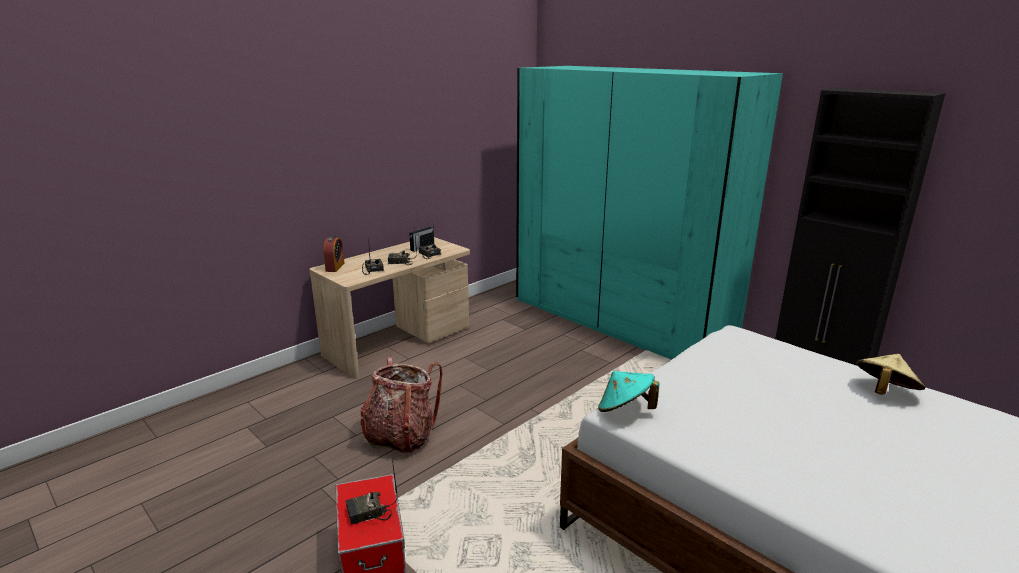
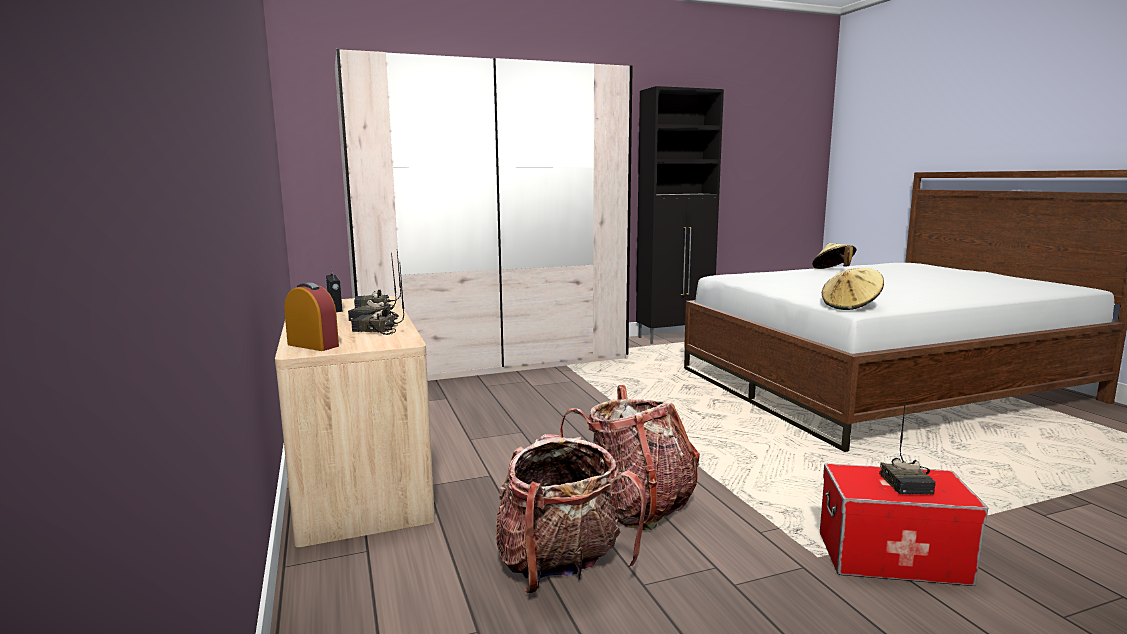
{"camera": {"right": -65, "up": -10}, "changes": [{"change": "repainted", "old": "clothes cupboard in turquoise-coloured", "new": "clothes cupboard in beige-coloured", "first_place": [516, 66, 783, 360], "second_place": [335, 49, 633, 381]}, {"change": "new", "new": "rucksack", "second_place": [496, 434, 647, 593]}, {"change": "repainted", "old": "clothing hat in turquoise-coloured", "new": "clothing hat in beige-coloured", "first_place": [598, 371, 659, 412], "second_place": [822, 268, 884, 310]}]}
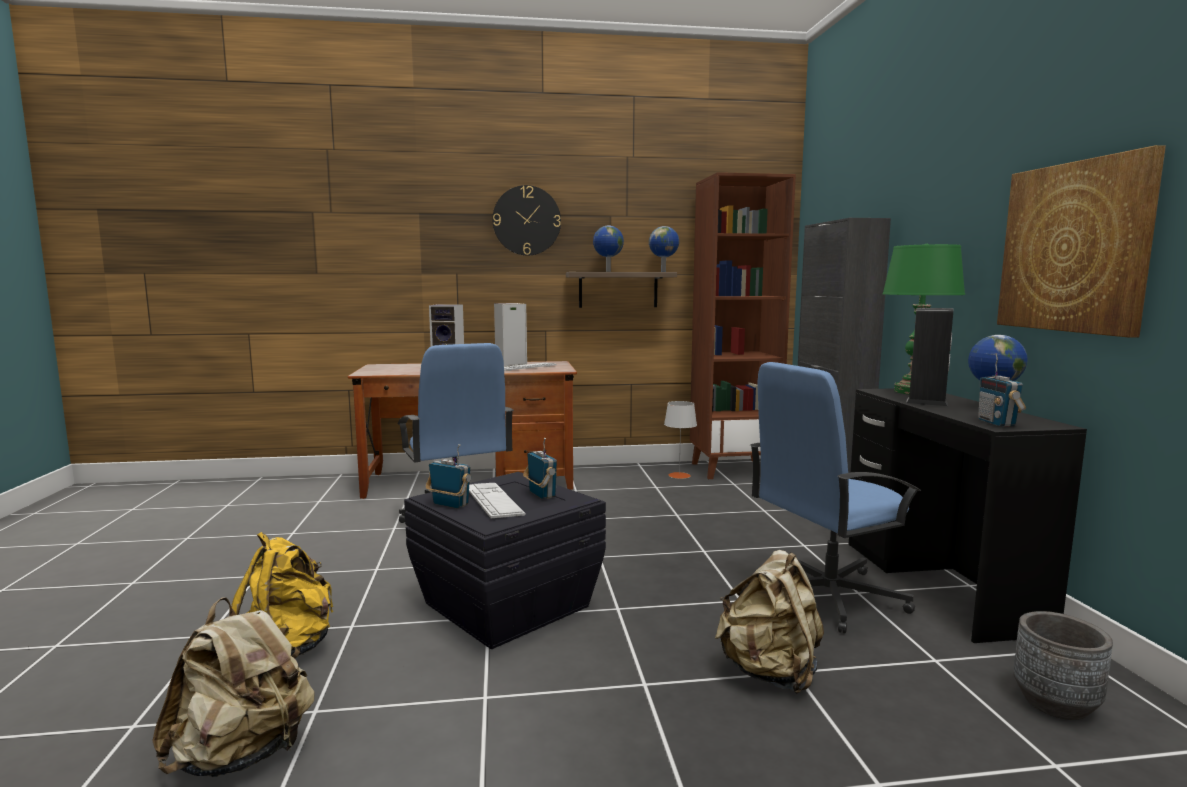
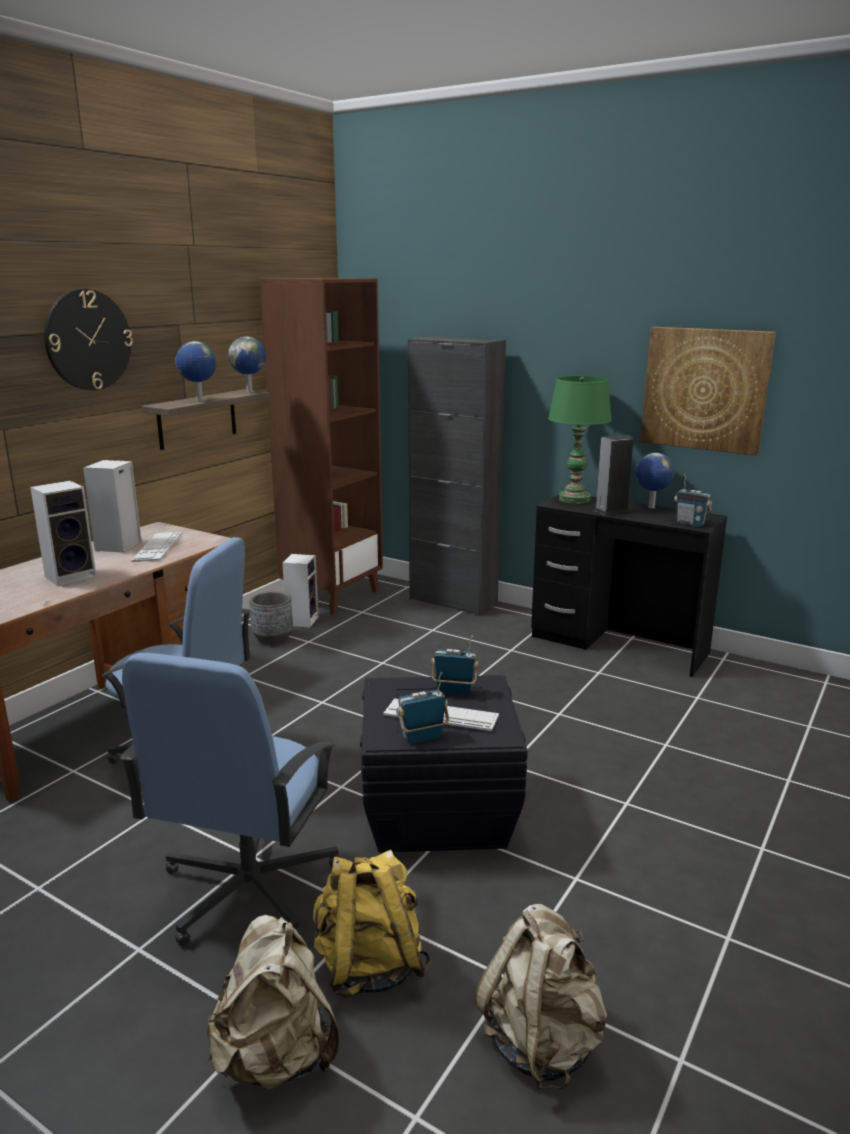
{"camera": {"right": -50, "up": 10}, "changes": [{"change": "shifted", "old": "office chair in bluish", "first_place": [750, 362, 921, 634], "second_place": [120, 653, 340, 946]}, {"change": "shifted", "old": "rucksack in beige-coloured", "first_place": [715, 550, 824, 694], "second_place": [207, 915, 339, 1090]}, {"change": "shifted", "old": "planter in gray", "first_place": [1013, 611, 1113, 720], "second_place": [249, 591, 293, 644]}, {"change": "swapped", "old": "lamp for a table in gray", "new": "audio speaker", "first_place": [664, 401, 697, 479], "second_place": [282, 554, 319, 627]}]}
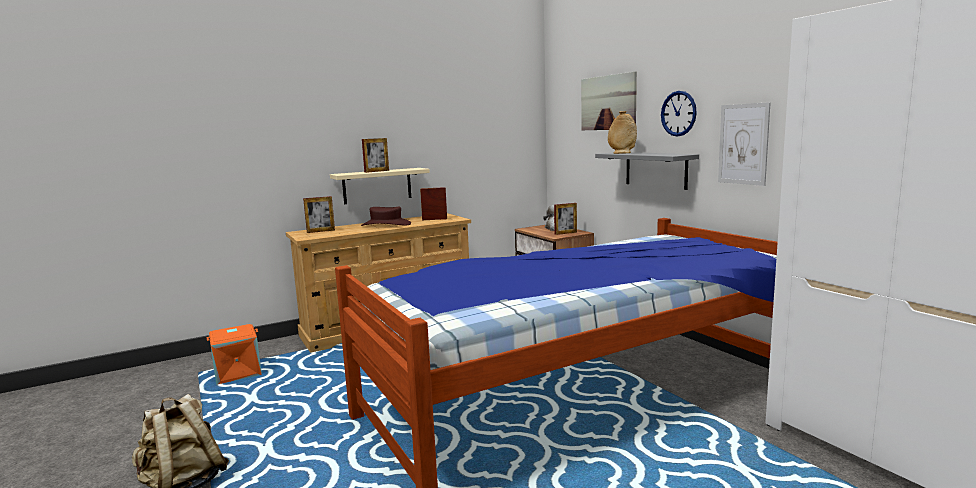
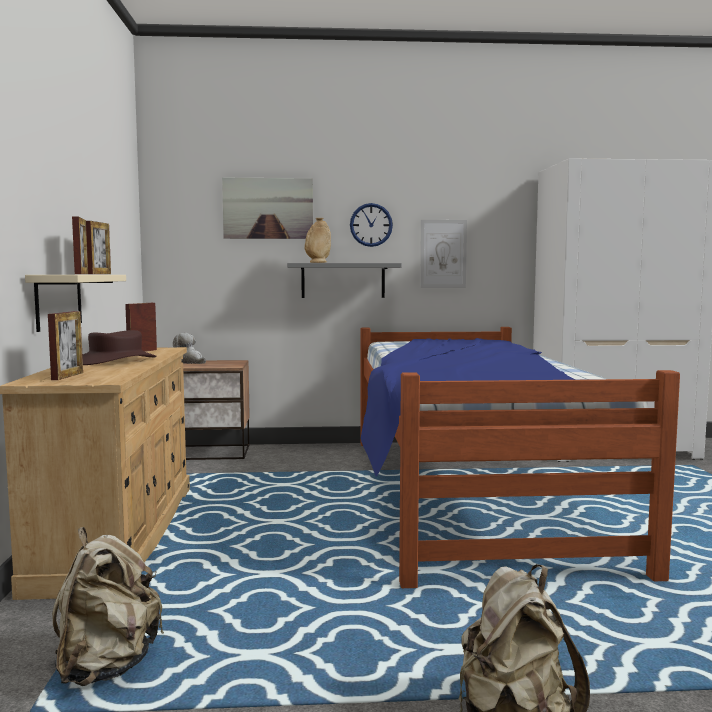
{"camera": {"right": -65, "up": -5}, "changes": [{"change": "swapped", "old": "storage container in orange-coloured", "new": "rucksack in beige-coloured", "first_place": [207, 324, 262, 385], "second_place": [52, 527, 164, 686]}, {"change": "shifted", "old": "picture frame", "first_place": [554, 203, 577, 235], "second_place": [86, 221, 111, 274]}]}
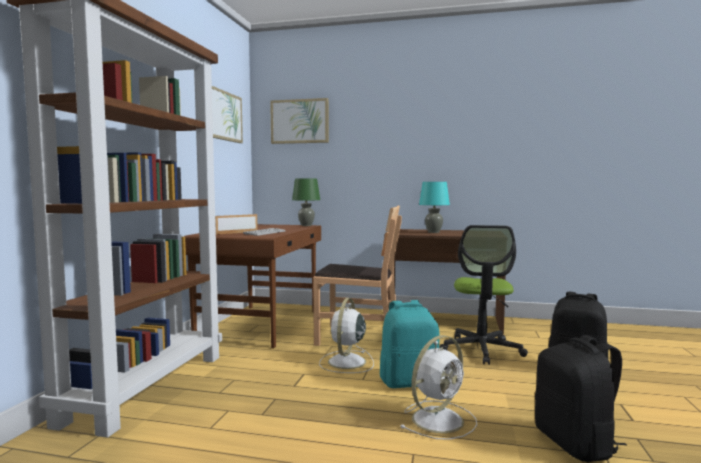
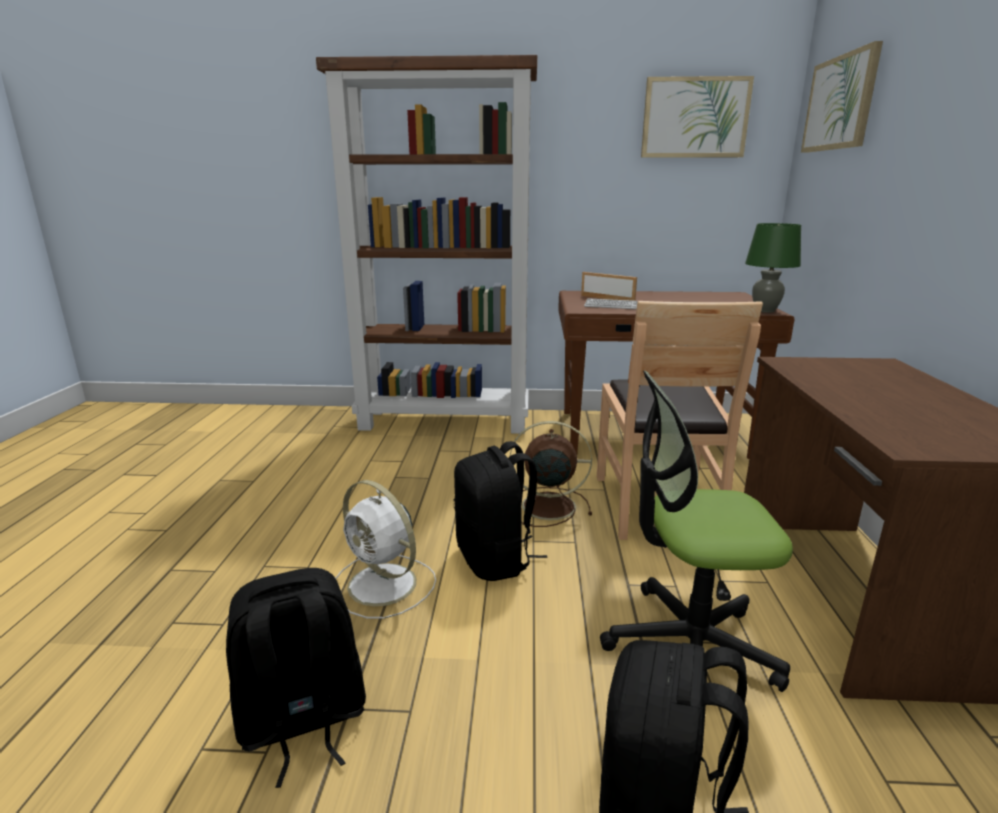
{"camera": {"right": 80, "up": 15}, "changes": [{"change": "repainted", "old": "rucksack in turquoise-coloured", "new": "rucksack in black-coloured", "first_place": [380, 300, 439, 388], "second_place": [453, 441, 547, 581]}, {"change": "repainted", "old": "electric fan in white", "new": "electric fan in brown-coloured", "first_place": [319, 298, 374, 373], "second_place": [510, 421, 592, 527]}, {"change": "gone", "old": "lamp for a table in turquoise-coloured", "first_place": [419, 182, 450, 233]}]}
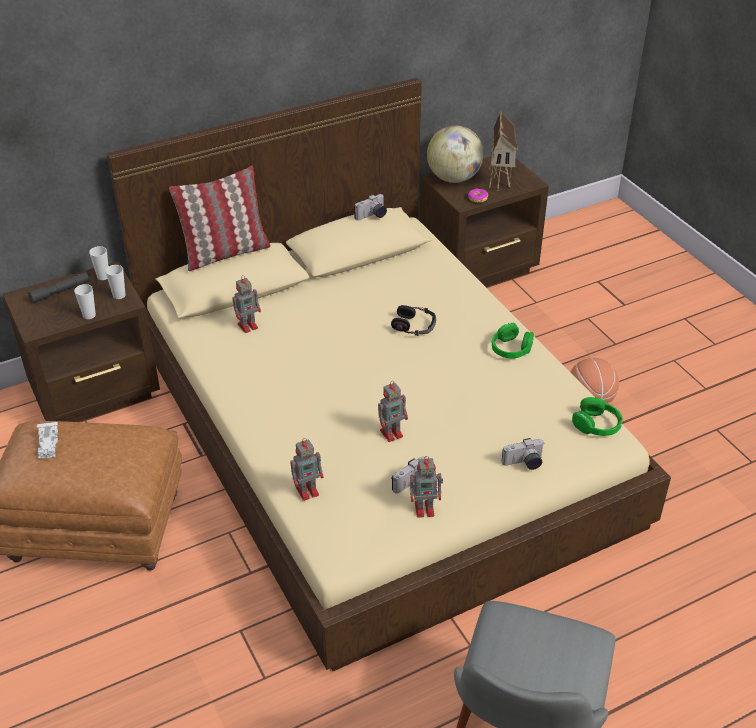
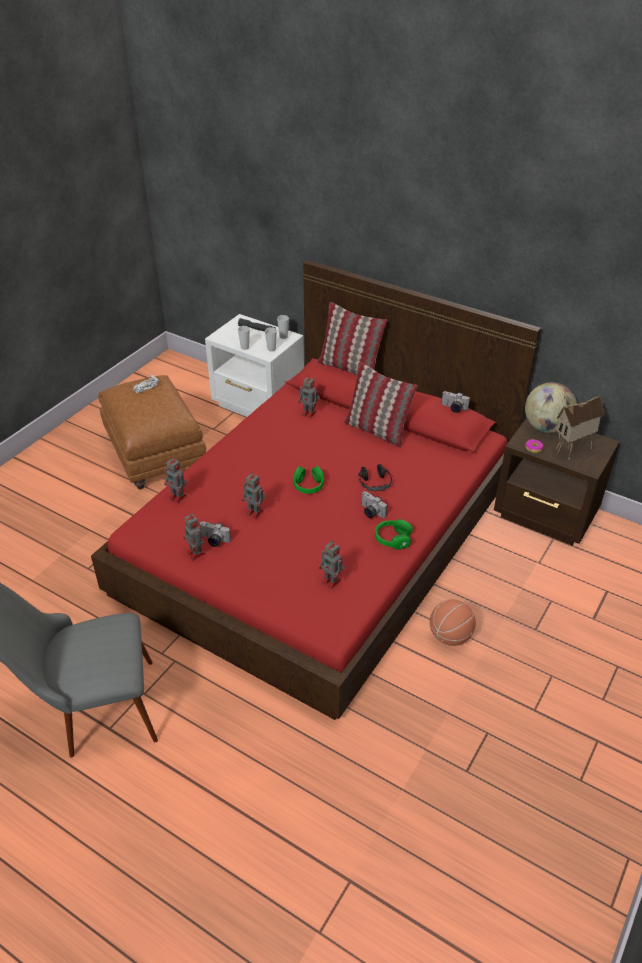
{"camera": {"right": 60, "up": 0}, "changes": [{"change": "repainted", "old": "bed in beige-coloured", "new": "bed in reddish", "first_place": [107, 78, 671, 671], "second_place": [91, 260, 541, 720]}, {"change": "repainted", "old": "nightstand in brown-coloured", "new": "nightstand in white", "first_place": [3, 261, 160, 422], "second_place": [205, 314, 304, 417]}, {"change": "shifted", "old": "pair of headphones in green", "first_place": [572, 397, 623, 436], "second_place": [293, 466, 324, 494]}, {"change": "new", "new": "robot figure", "second_place": [319, 541, 345, 589]}, {"change": "new", "new": "pillow", "second_place": [344, 362, 417, 448]}, {"change": "shifted", "old": "still camera", "first_place": [502, 438, 545, 470], "second_place": [362, 491, 387, 518]}]}
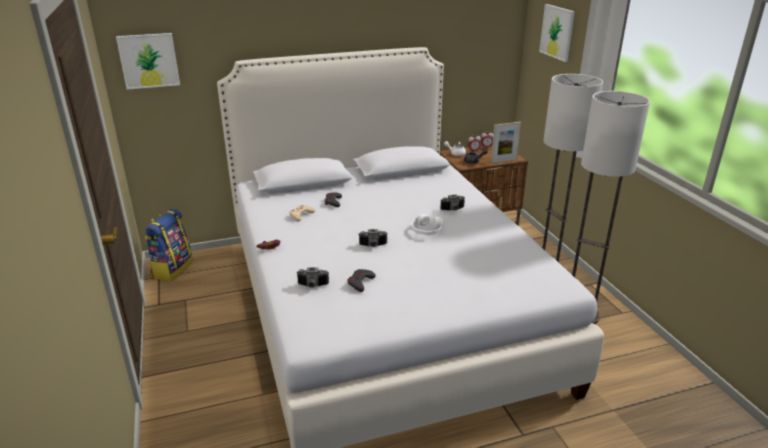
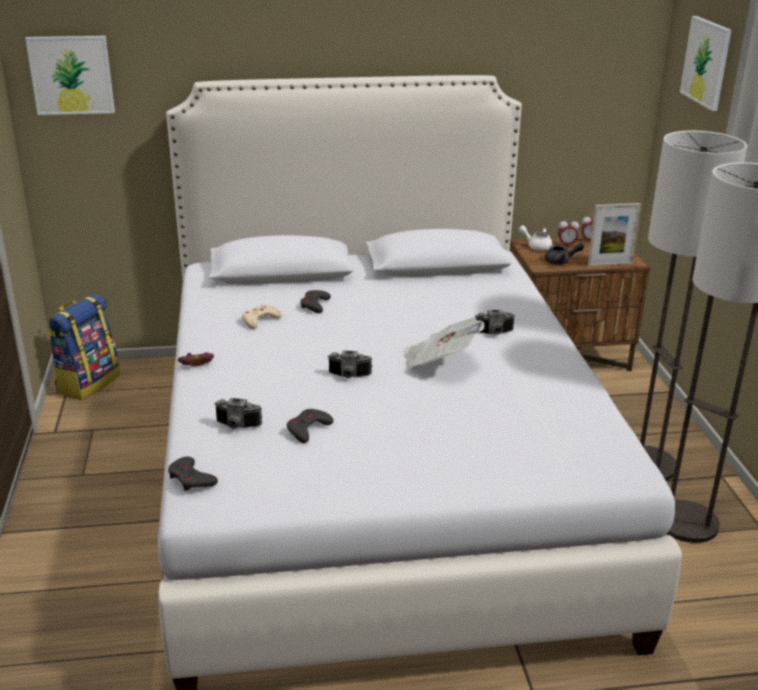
{"camera": {"right": 10, "up": 0}, "changes": [{"change": "new", "new": "gamepad in gray", "second_place": [168, 457, 218, 491]}, {"change": "swapped", "old": "pair of headphones in white", "new": "daily paper", "first_place": [411, 214, 443, 235], "second_place": [403, 317, 484, 368]}]}
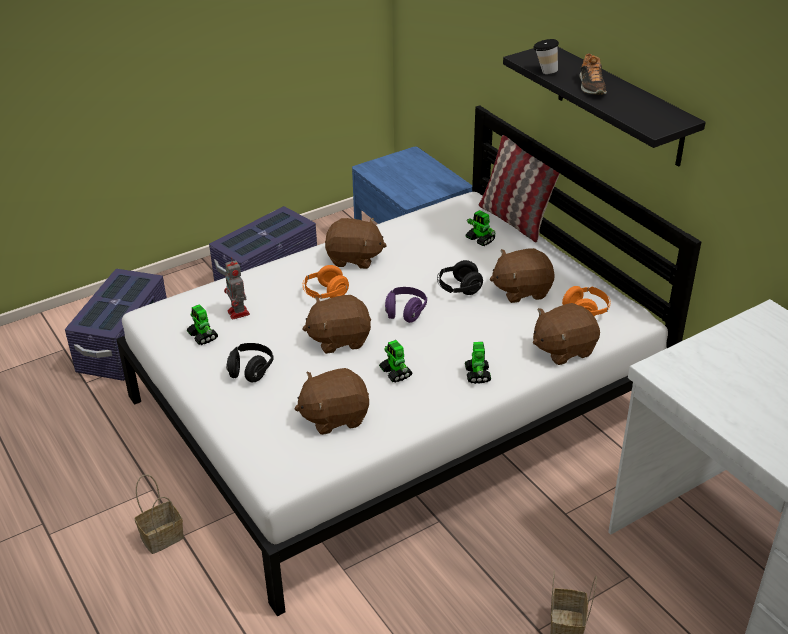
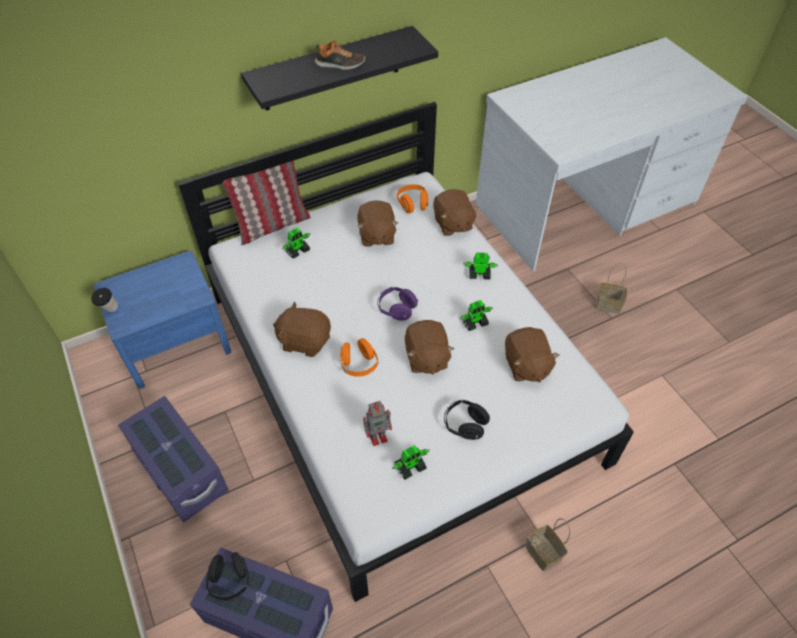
{"camera": {"right": -85, "up": 15}, "changes": [{"change": "shifted", "old": "cup", "first_place": [533, 39, 559, 74], "second_place": [91, 288, 118, 312]}, {"change": "shifted", "old": "pair of headphones in black-coloured", "first_place": [437, 260, 483, 295], "second_place": [206, 552, 249, 602]}, {"change": "rotated", "old": "soft toy in brown-coloured", "first_place": [325, 218, 387, 269], "second_place": [273, 301, 331, 357], "degrees": -90}]}
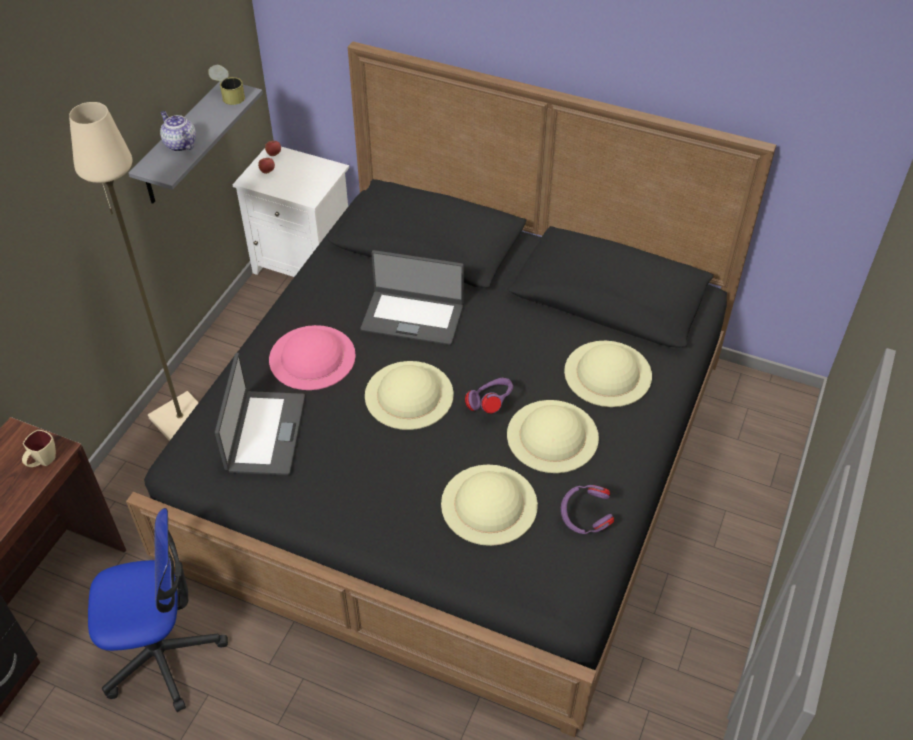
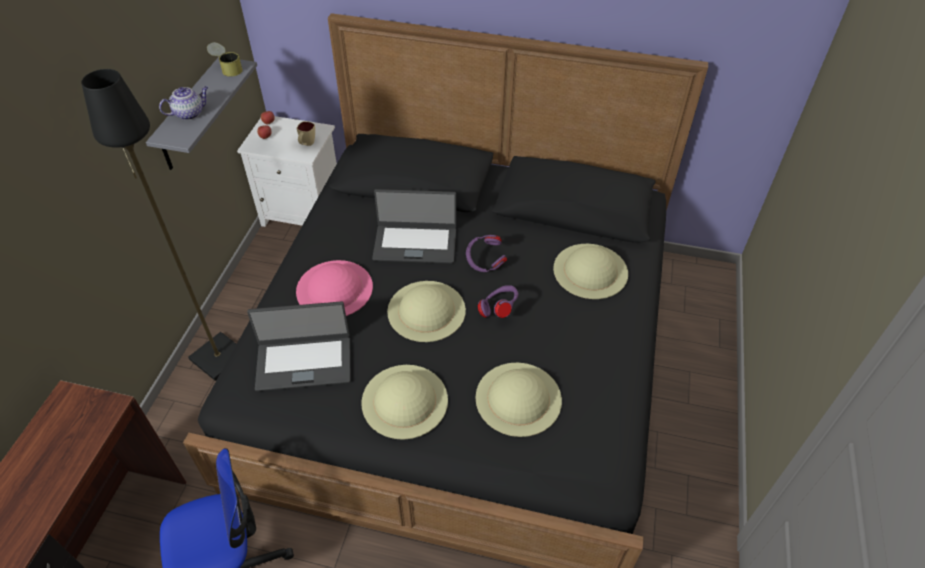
{"camera": {"right": -10, "up": 0}, "changes": [{"change": "repainted", "old": "floor lamp in beige-coloured", "new": "floor lamp in black-coloured", "first_place": [69, 102, 199, 441], "second_place": [81, 69, 236, 381]}, {"change": "rotated", "old": "pot for tea", "first_place": [160, 111, 196, 152], "second_place": [159, 86, 208, 120], "degrees": 105}, {"change": "rotated", "old": "notebook computer", "first_place": [215, 353, 305, 475], "second_place": [247, 301, 351, 391], "degrees": 90}, {"change": "shifted", "old": "coffee mug in beige-coloured", "first_place": [22, 430, 56, 467], "second_place": [297, 121, 315, 146]}, {"change": "shifted", "old": "clothing hat in beige-coloured", "first_place": [507, 400, 599, 473], "second_place": [361, 365, 448, 440]}, {"change": "shifted", "old": "pair of headphones in purple-coloured", "first_place": [561, 485, 614, 534], "second_place": [466, 235, 507, 272]}]}
